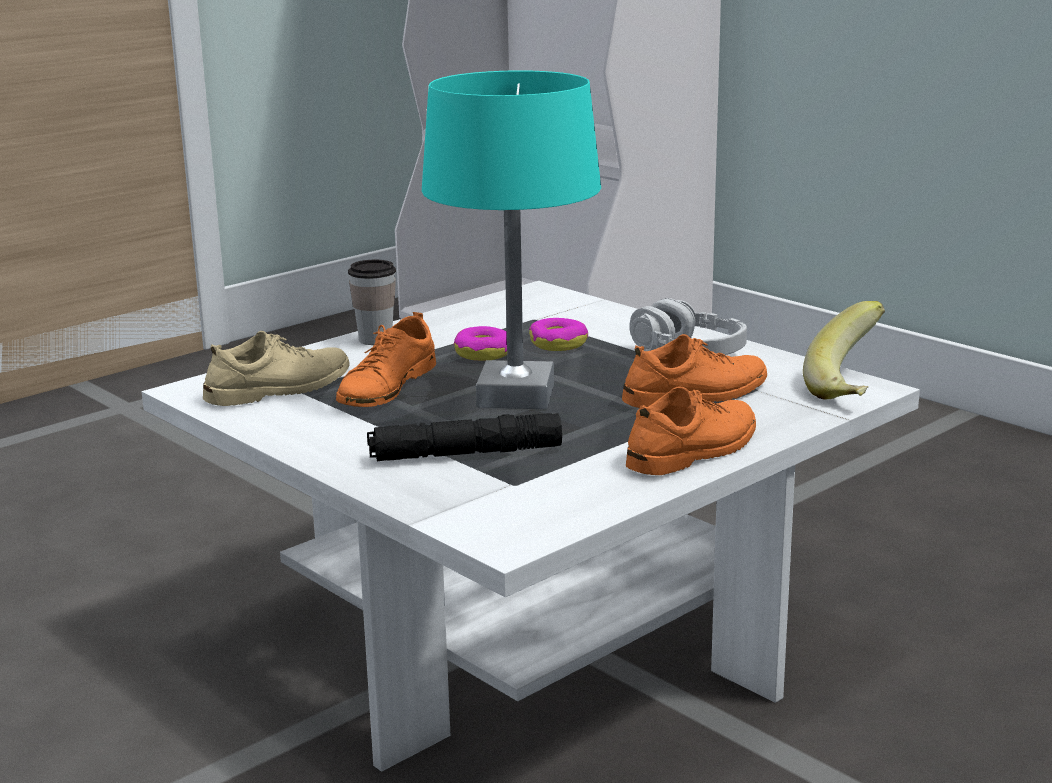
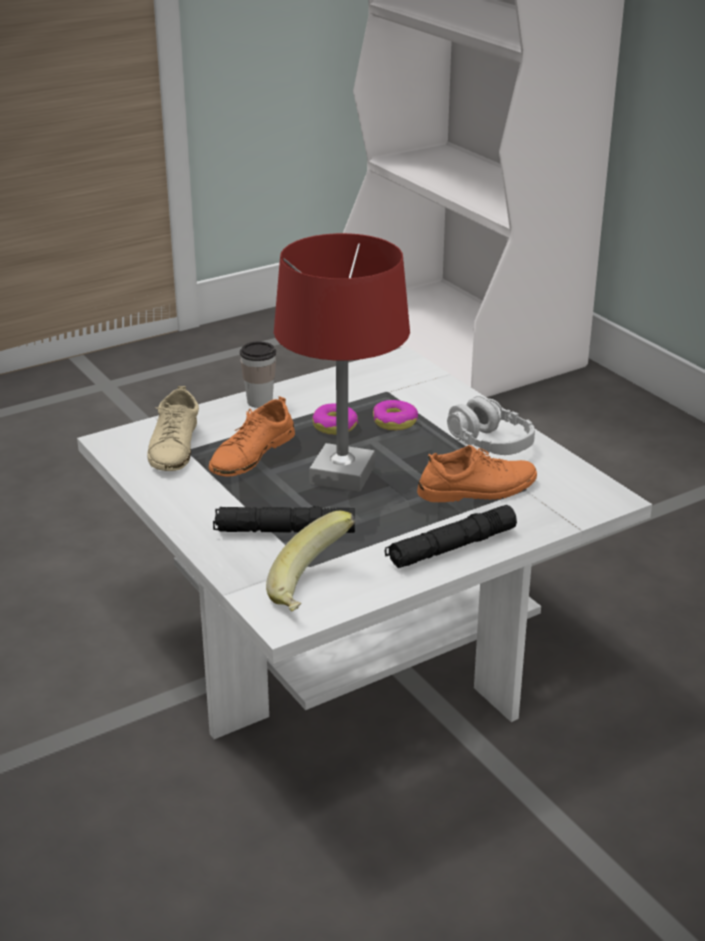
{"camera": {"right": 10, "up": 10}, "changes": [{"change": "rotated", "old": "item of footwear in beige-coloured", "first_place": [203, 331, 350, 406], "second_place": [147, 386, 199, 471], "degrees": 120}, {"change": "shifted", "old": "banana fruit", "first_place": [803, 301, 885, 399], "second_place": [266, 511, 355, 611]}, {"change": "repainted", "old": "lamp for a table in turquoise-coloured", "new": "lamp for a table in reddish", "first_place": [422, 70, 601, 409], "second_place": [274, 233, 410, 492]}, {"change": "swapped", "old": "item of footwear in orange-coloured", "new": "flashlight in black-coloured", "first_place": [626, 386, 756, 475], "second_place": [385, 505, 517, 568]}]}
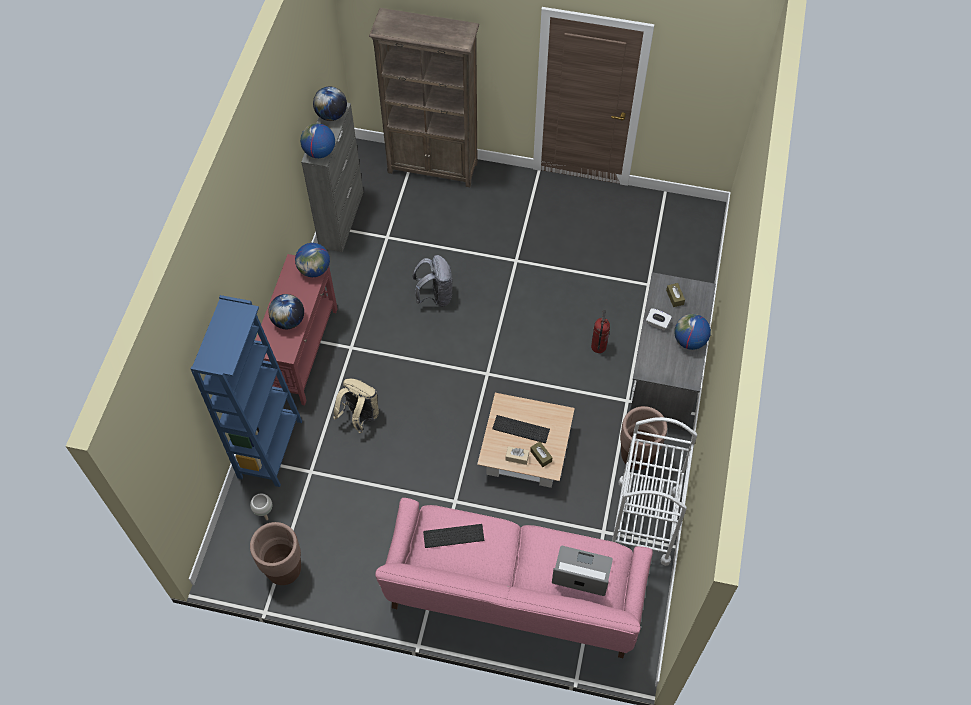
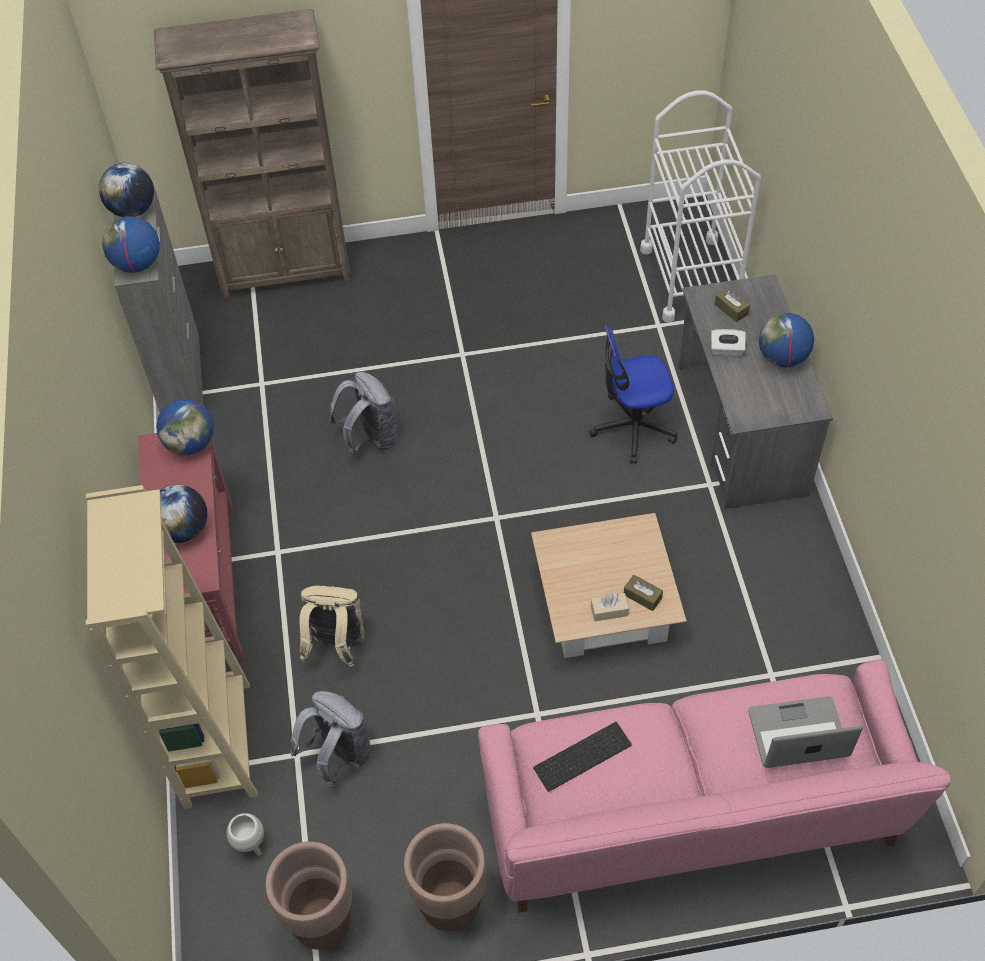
{"camera": {"right": -20, "up": -5}, "changes": [{"change": "repainted", "old": "bookshelf in bluish", "new": "bookshelf in beige-coloured", "first_place": [190, 295, 302, 487], "second_place": [86, 485, 258, 809]}, {"change": "new", "new": "rucksack in gray", "second_place": [290, 691, 371, 787]}, {"change": "shifted", "old": "planter in brown-coloured", "first_place": [620, 406, 667, 470], "second_place": [404, 823, 486, 932]}, {"change": "swapped", "old": "fire extinguisher", "new": "office chair", "first_place": [591, 310, 610, 353], "second_place": [589, 324, 677, 464]}, {"change": "shifted", "old": "trolley in white", "first_place": [612, 417, 697, 566], "second_place": [640, 91, 761, 322]}, {"change": "gone", "old": "PC keyboard", "first_place": [492, 415, 550, 443]}]}
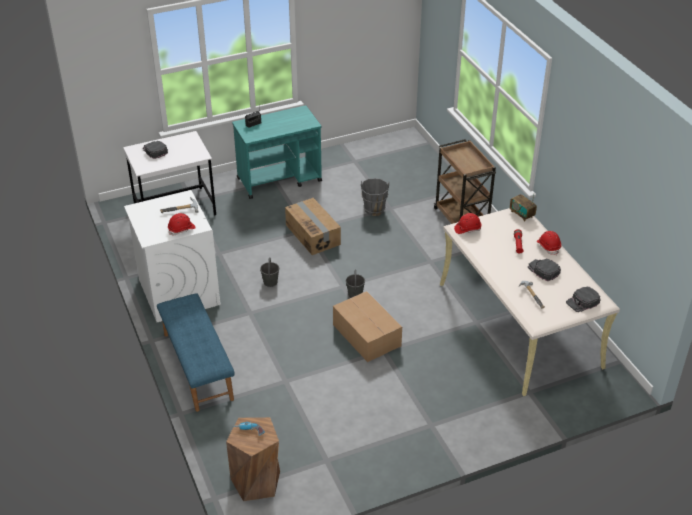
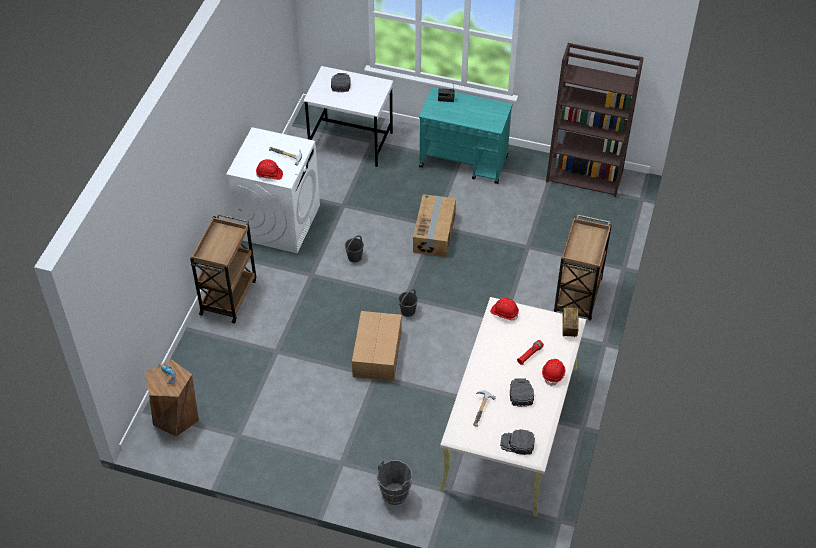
{"camera": {"right": 40, "up": 10}, "changes": [{"change": "swapped", "old": "bench in bluish", "new": "trolley in brown-coloured", "first_place": [157, 293, 235, 412], "second_place": [190, 214, 256, 324]}, {"change": "shifted", "old": "water bucket in gray", "first_place": [361, 178, 389, 216], "second_place": [377, 460, 413, 505]}, {"change": "new", "new": "bookshelf in brown-coloured", "second_place": [546, 43, 644, 197]}]}
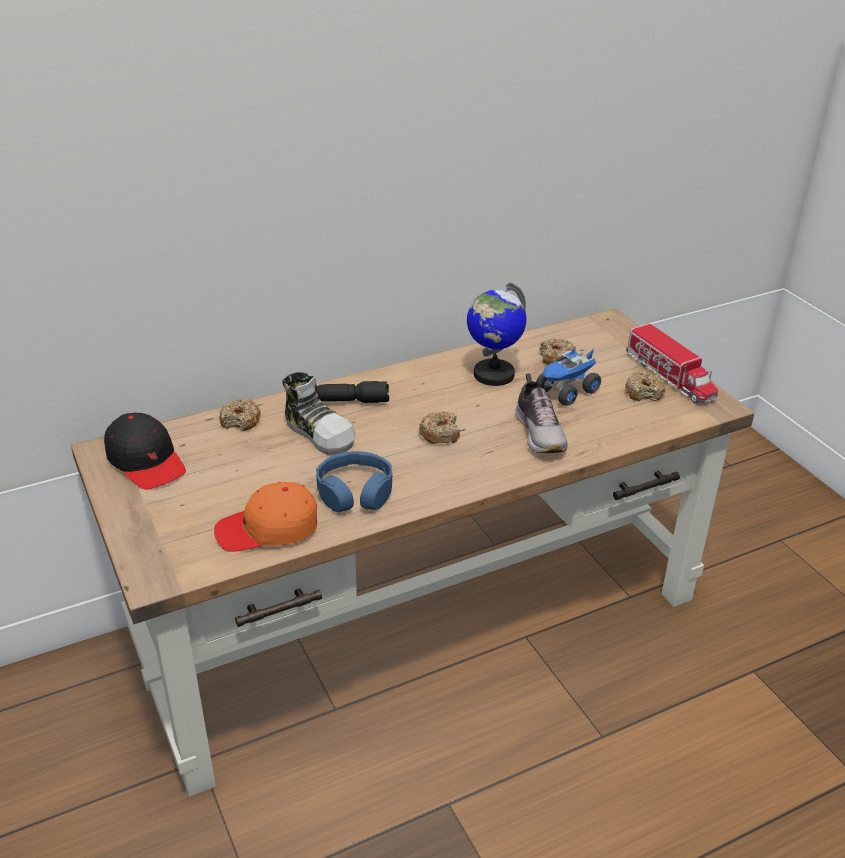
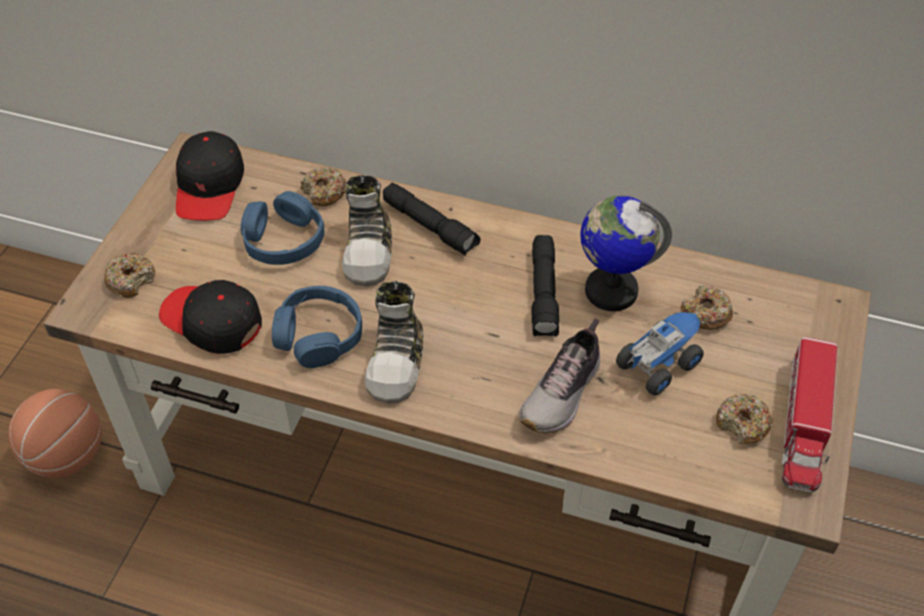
{"camera": {"right": 45, "up": 15}, "changes": [{"change": "new", "new": "basketball", "second_place": [8, 389, 102, 478]}, {"change": "shifted", "old": "ring doughnut", "first_place": [419, 412, 460, 444], "second_place": [105, 253, 155, 298]}, {"change": "repainted", "old": "cap in orange-coloured", "new": "cap in black-coloured", "first_place": [214, 482, 317, 552], "second_place": [159, 280, 262, 354]}, {"change": "new", "new": "pair of headphones in bluish", "second_place": [241, 191, 324, 265]}, {"change": "new", "new": "item of footwear", "second_place": [365, 281, 424, 404]}, {"change": "new", "new": "flashlight in black-coloured", "second_place": [531, 235, 559, 337]}, {"change": "rotated", "old": "toy lorry", "first_place": [536, 347, 601, 406], "second_place": [616, 312, 704, 395], "degrees": 135}]}
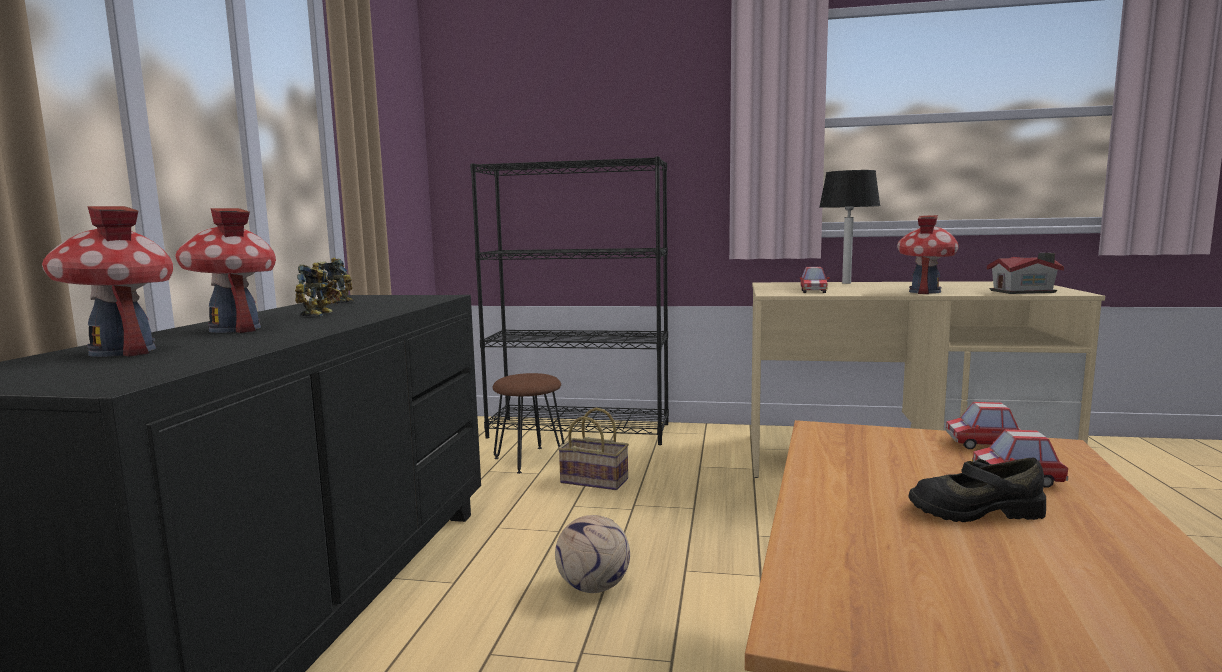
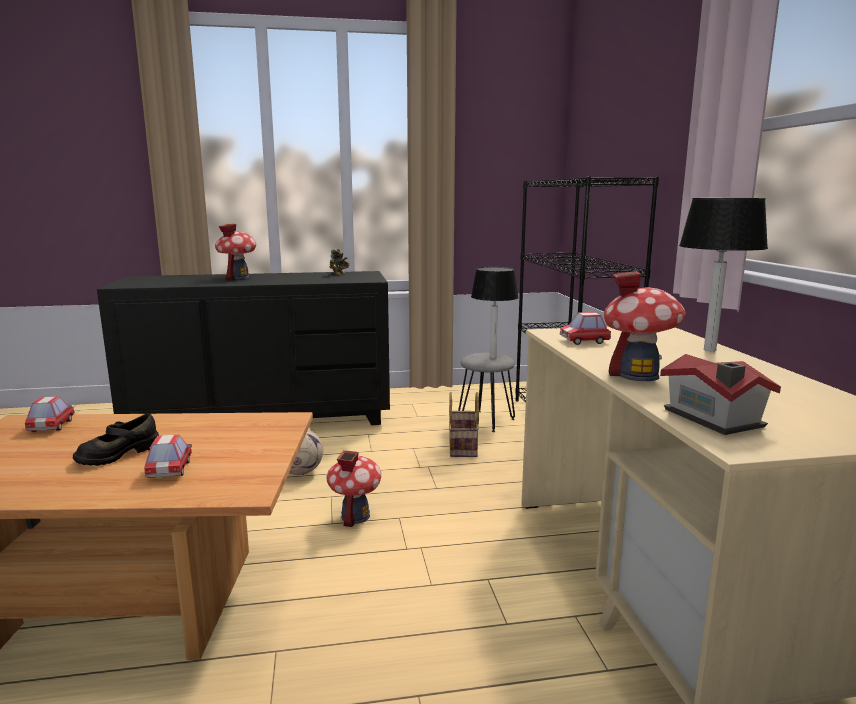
{"camera": {"right": 70, "up": 5}, "changes": [{"change": "shifted", "old": "toy car", "first_place": [945, 402, 1021, 449], "second_place": [25, 396, 75, 432]}, {"change": "rotated", "old": "item of footwear in black-coloured", "first_place": [908, 457, 1046, 522], "second_place": [73, 413, 159, 466], "degrees": -120}, {"change": "shifted", "old": "model house", "first_place": [42, 206, 173, 357], "second_place": [326, 450, 381, 527]}, {"change": "repainted", "old": "sitting stool in brown-coloured", "new": "sitting stool in gray", "first_place": [492, 373, 564, 474], "second_place": [458, 353, 515, 432]}, {"change": "new", "new": "lamp for a table", "second_place": [471, 267, 519, 358]}, {"change": "gone", "old": "robot figure", "first_place": [295, 263, 342, 317]}]}
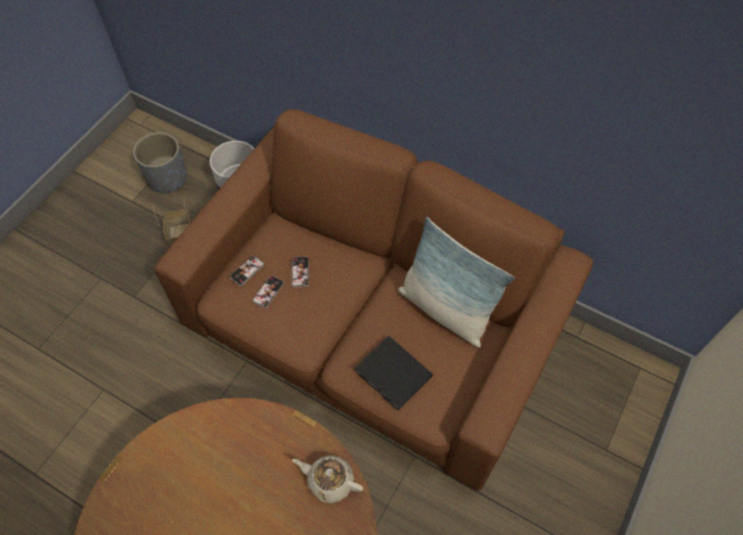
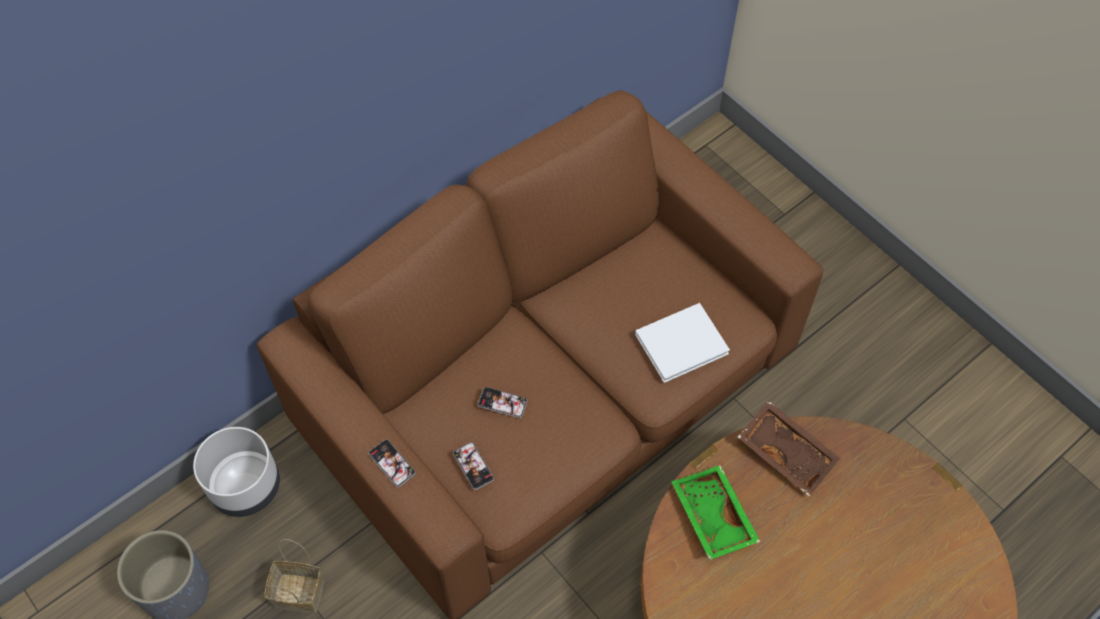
{"camera": {"right": -70, "up": 0}, "changes": [{"change": "shifted", "old": "phone", "first_place": [252, 276, 284, 308], "second_place": [368, 439, 416, 487]}, {"change": "repainted", "old": "book in black-coloured", "new": "book in white", "first_place": [355, 336, 433, 411], "second_place": [635, 303, 730, 383]}, {"change": "new", "new": "tray in green", "second_place": [671, 465, 760, 560]}, {"change": "swapped", "old": "pot for tea in beige-coloured", "new": "tray in brown-coloured", "first_place": [292, 455, 363, 503], "second_place": [738, 401, 840, 496]}, {"change": "gone", "old": "pillow", "first_place": [398, 217, 515, 348]}]}
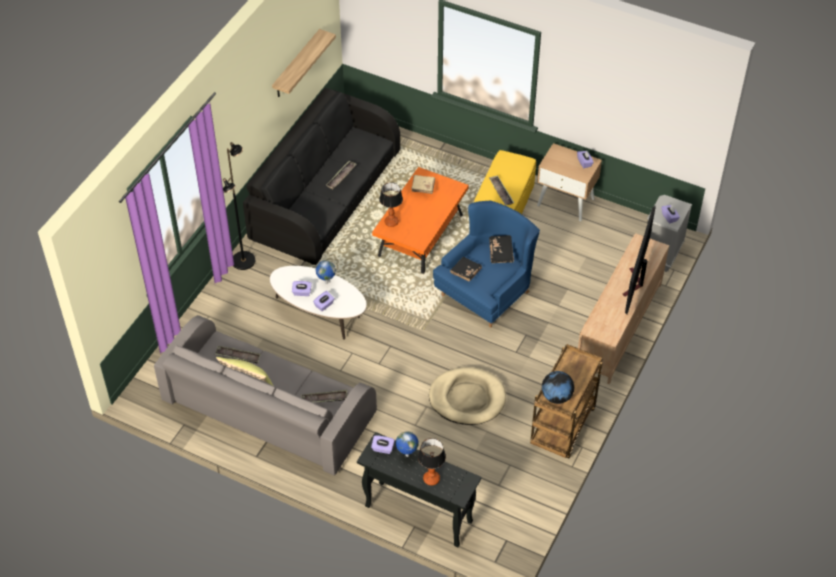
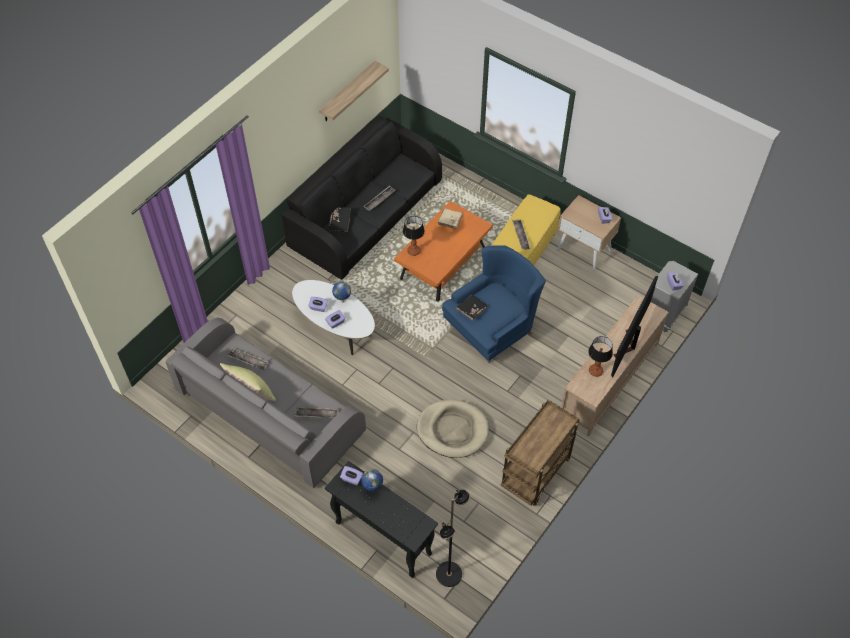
{"camera": {"right": 10, "up": 5}, "changes": [{"change": "shifted", "old": "book in black-coloured", "first_place": [489, 235, 514, 263], "second_place": [328, 207, 351, 232]}, {"change": "shifted", "old": "floor lamp in black-coloured", "first_place": [223, 142, 255, 270], "second_place": [436, 490, 470, 587]}, {"change": "shifted", "old": "lamp for a table", "first_place": [418, 438, 446, 485], "second_place": [588, 336, 613, 377]}, {"change": "gone", "old": "globe", "first_place": [542, 371, 574, 404]}]}
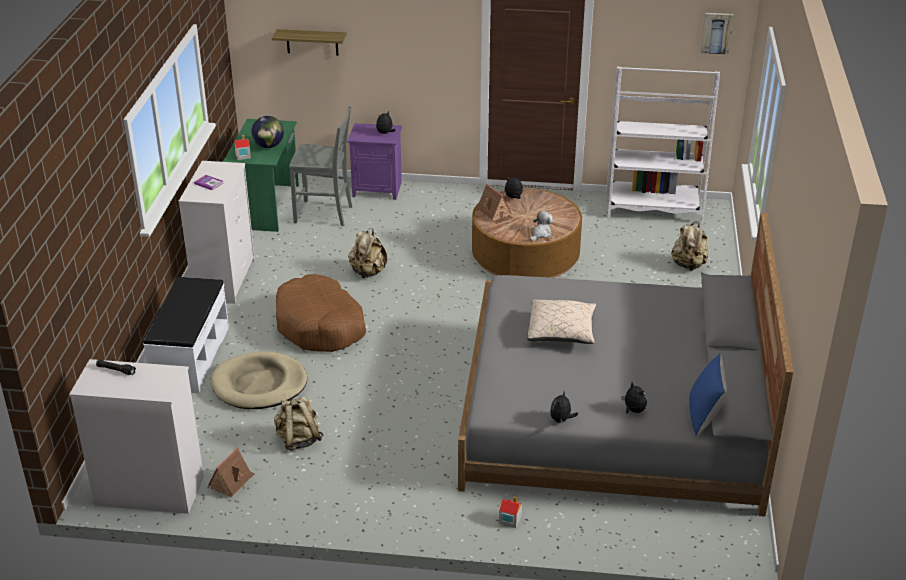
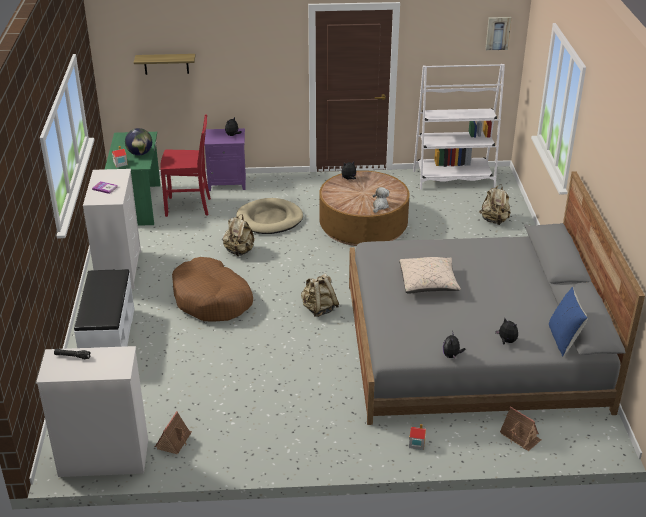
{"camera": {"right": -10, "up": 0}, "changes": [{"change": "repainted", "old": "chair in gray", "new": "chair in reddish", "first_place": [289, 106, 352, 226], "second_place": [160, 114, 211, 217]}, {"change": "shifted", "old": "dog cushion in beige-coloured", "first_place": [211, 351, 307, 409], "second_place": [236, 198, 303, 234]}, {"change": "shifted", "old": "rucksack in beige-coloured", "first_place": [274, 395, 323, 451], "second_place": [301, 274, 339, 317]}, {"change": "shifted", "old": "model house", "first_place": [477, 184, 513, 224], "second_place": [500, 406, 541, 451]}]}
